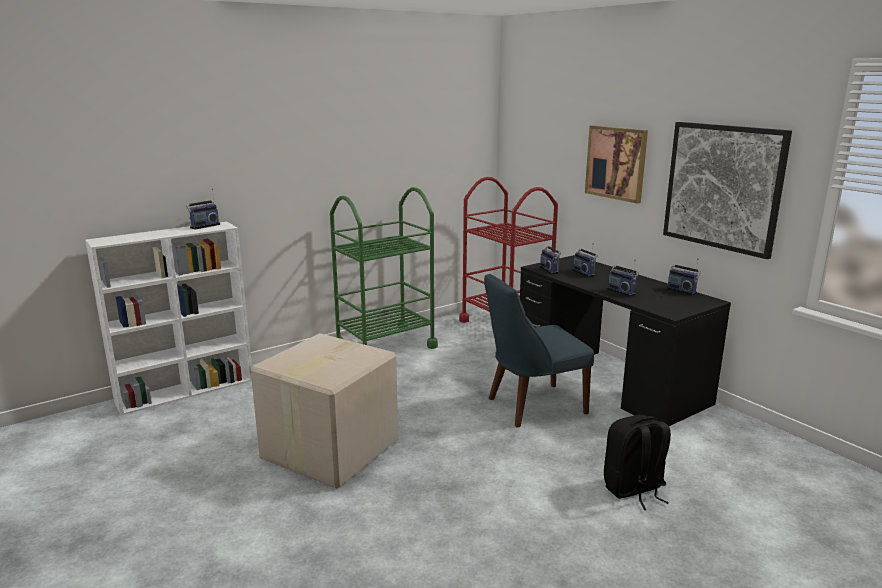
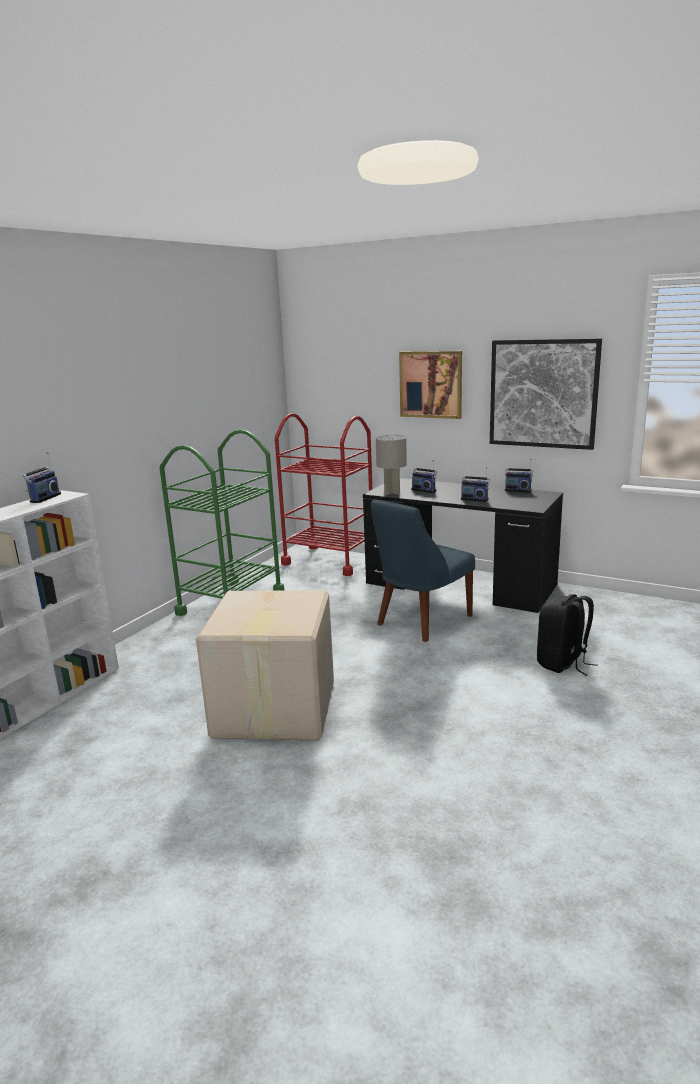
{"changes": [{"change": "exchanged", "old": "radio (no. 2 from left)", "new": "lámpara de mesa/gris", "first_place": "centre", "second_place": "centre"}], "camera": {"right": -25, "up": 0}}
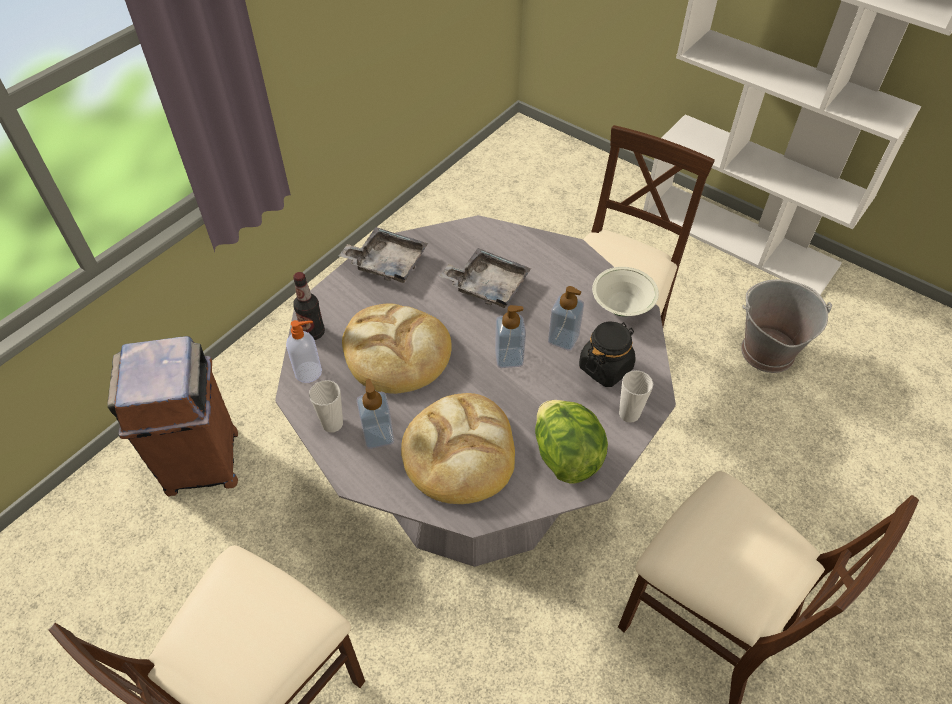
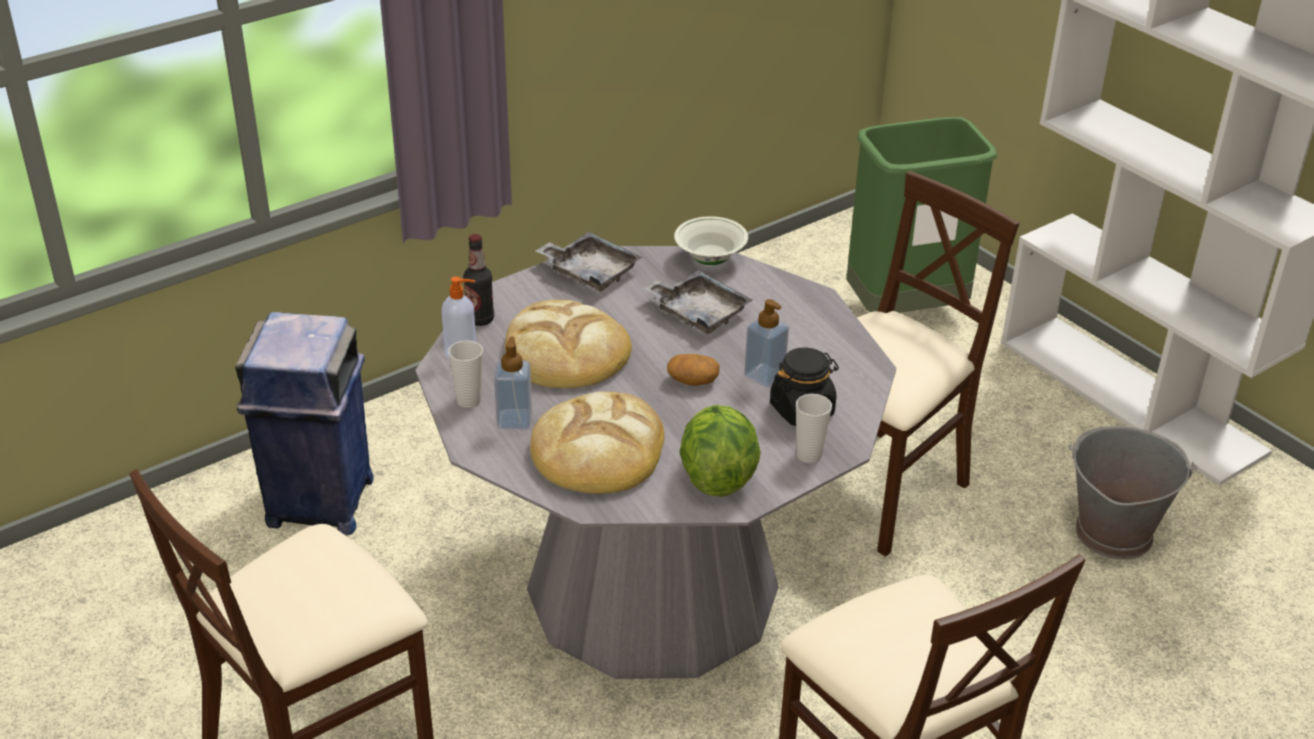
{"changes": [{"change": "colour", "old": "papelera/marrón", "new": "papelera/azul", "first_place": "middle left", "second_place": "middle left"}, {"change": "exchanged", "old": "dispensador de jabón (no. 3 from left)", "new": "patata", "first_place": "centre", "second_place": "centre"}, {"change": "relocated", "old": "cuenco/blanco", "first_place": "centre", "second_place": "top centre"}, {"change": "appeared", "new": "papelera/verde", "second_place": "top right"}], "camera": {"right": 15, "up": -15}}
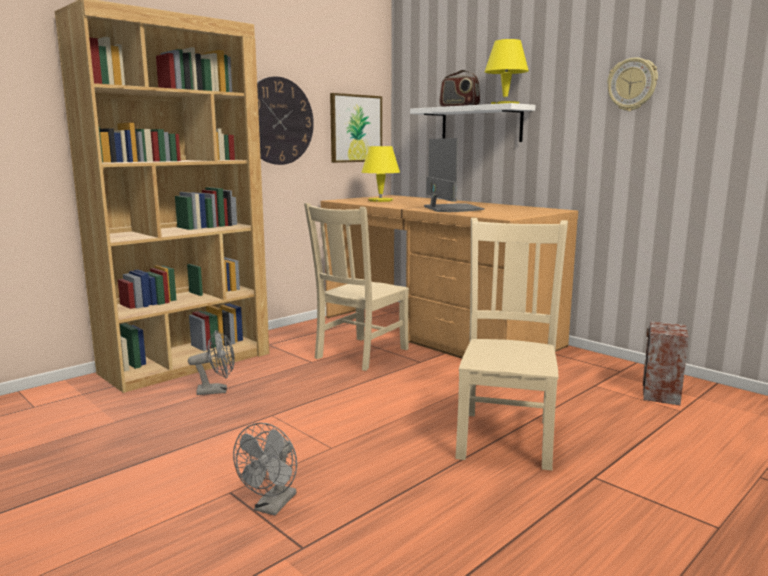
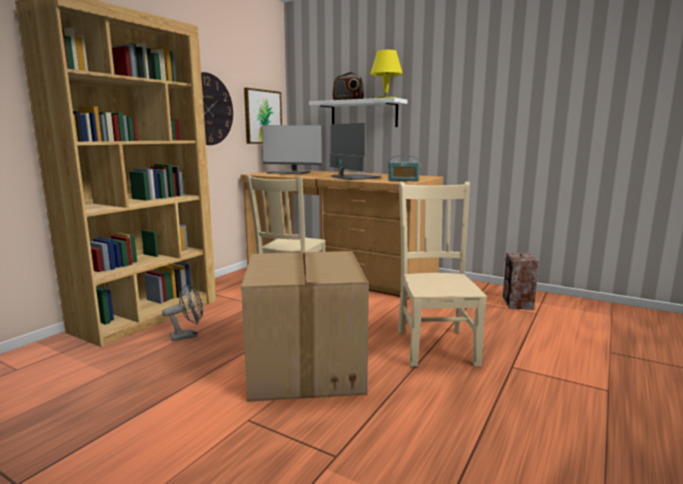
{"changes": [{"change": "appeared", "new": "caja de cartón", "second_place": "bottom centre"}, {"change": "exchanged", "old": "lámpara de mesa/amarillo (no. 1 from left)", "new": "monitor (no. 1 from left)", "first_place": "top centre", "second_place": "top centre"}, {"change": "appeared", "new": "radio (no. 2 from left)", "second_place": "centre"}, {"change": "missing", "old": "ventilador/gris (no. 2 from left)", "first_place": "bottom centre"}, {"change": "missing", "old": "reloj de pared (no. 2 from left)", "first_place": "top right"}], "camera": {"right": -15, "up": 0}}
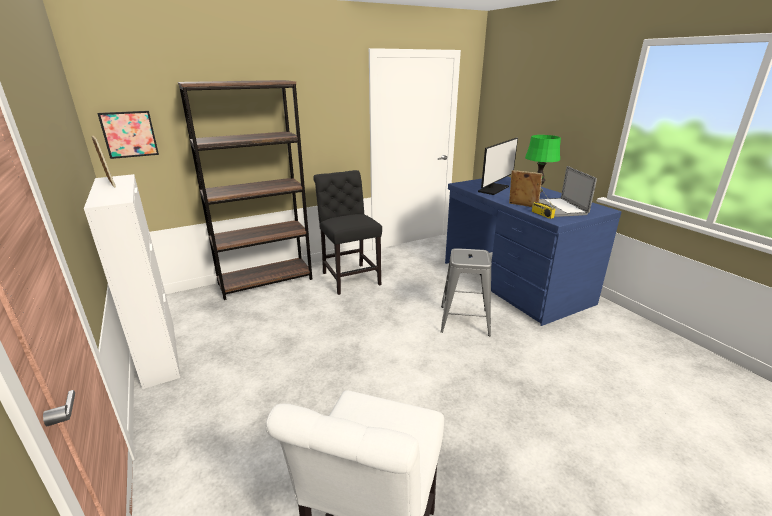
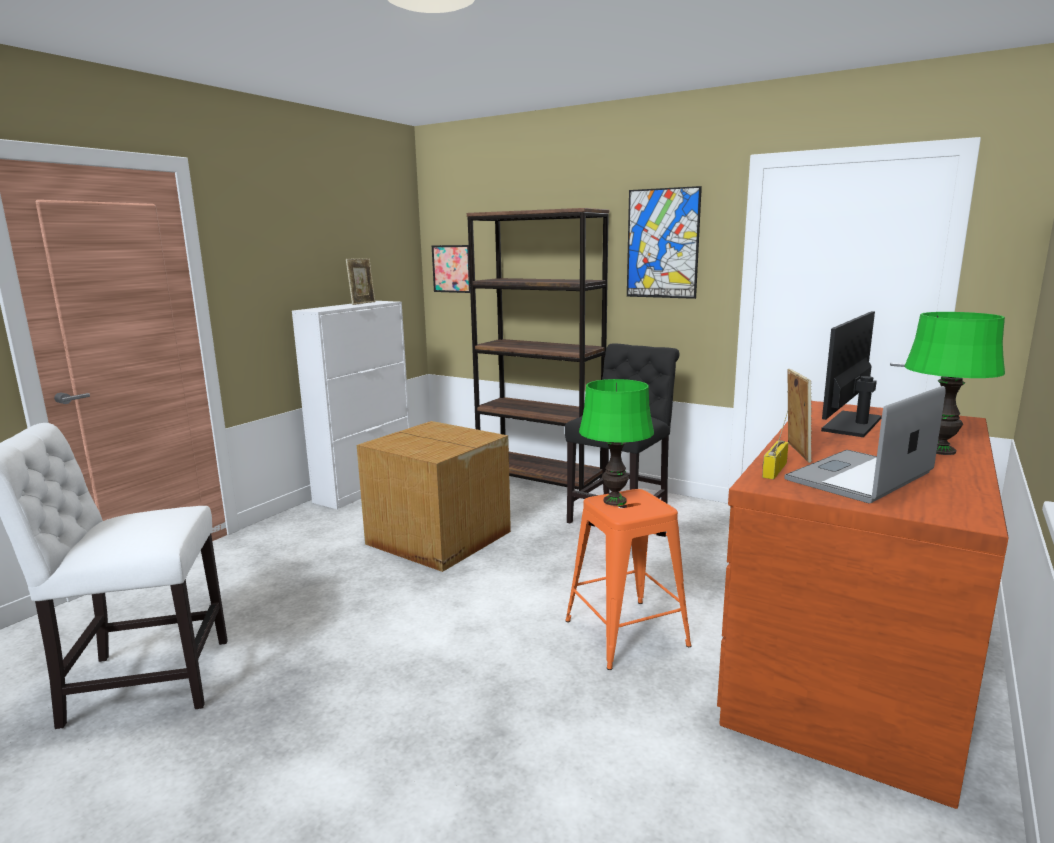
{"changes": [{"change": "appeared", "new": "caja de cartón", "second_place": "centre"}, {"change": "colour", "old": "taburete/gris", "new": "taburete/naranja", "first_place": "centre", "second_place": "bottom centre"}, {"change": "appeared", "new": "lámpara de mesa/verde (no. 1 from left)", "second_place": "centre"}, {"change": "appeared", "new": "cuadro (no. 2 from left)", "second_place": "top centre"}, {"change": "colour", "old": "escritorio/azul", "new": "escritorio/marrón", "first_place": "middle right", "second_place": "bottom right"}, {"change": "spun", "old": "monitor", "first_place": "top centre", "second_place": "middle right", "degrees": 120}], "camera": {"right": 60, "up": -10}}
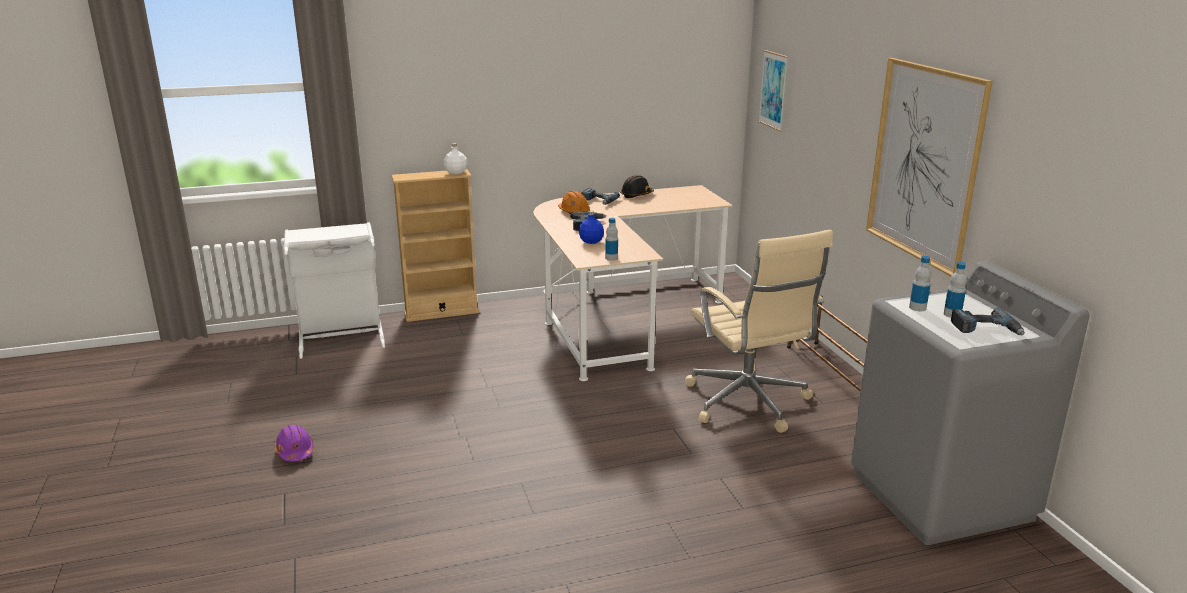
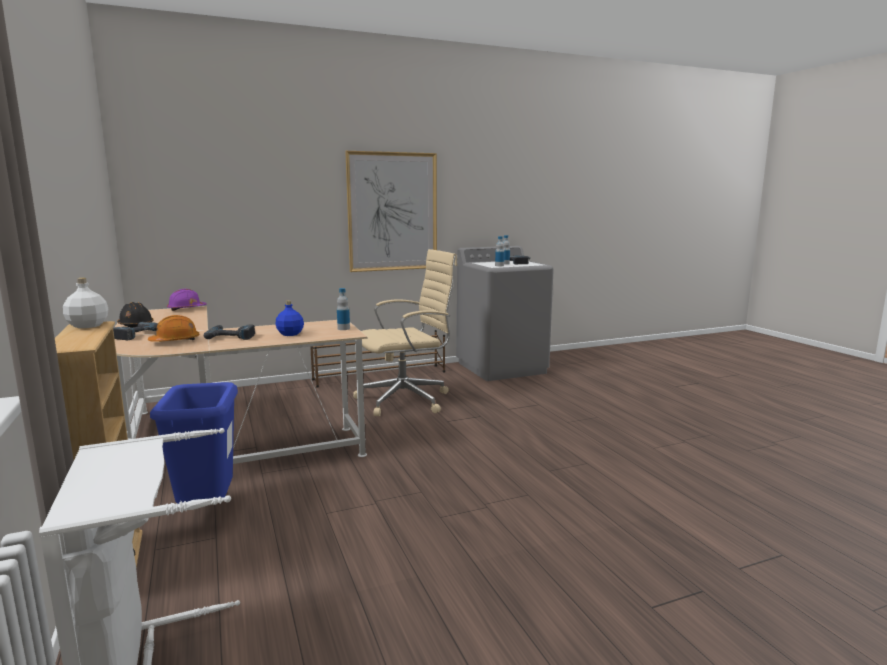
{"changes": [{"change": "appeared", "new": "papelera/azul", "second_place": "middle left"}, {"change": "relocated", "old": "casco/morado", "first_place": "bottom left", "second_place": "middle left"}, {"change": "missing", "old": "cuadro (no. 1 from left)", "first_place": "top centre"}], "camera": {"right": -95, "up": -10}}
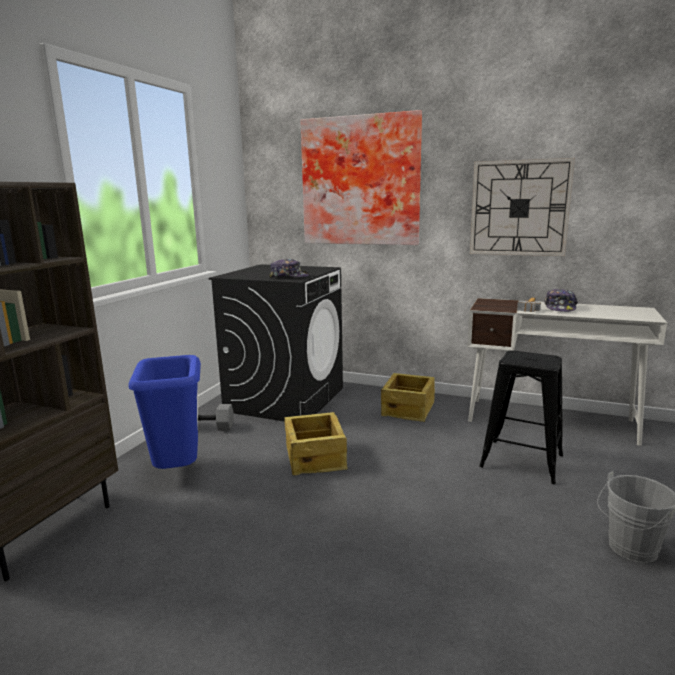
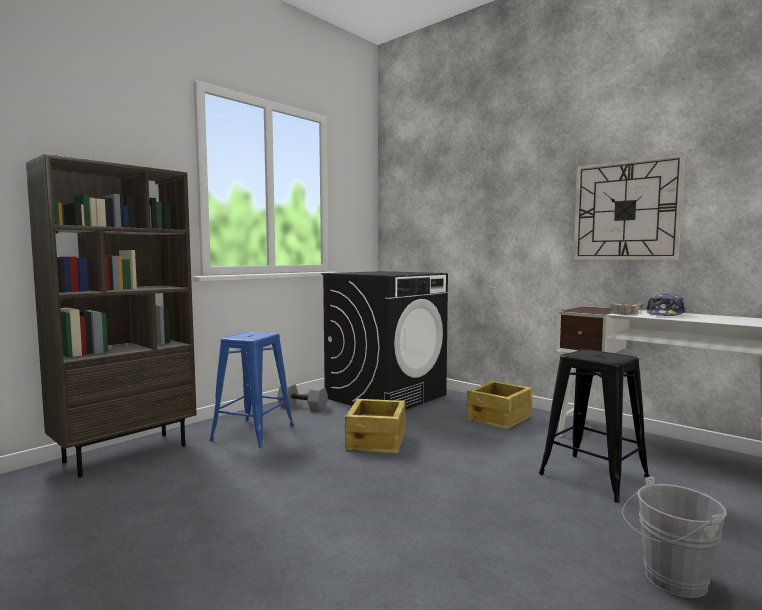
{"changes": [{"change": "exchanged", "old": "papelera/azul", "new": "taburete/azul", "first_place": "middle left", "second_place": "middle left"}, {"change": "missing", "old": "gorra (no. 1 from left)", "first_place": "centre"}, {"change": "missing", "old": "cuadro", "first_place": "top centre"}], "camera": {"right": 20, "up": -10}}
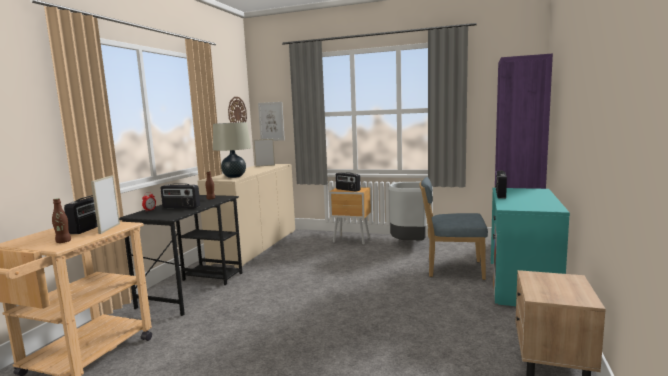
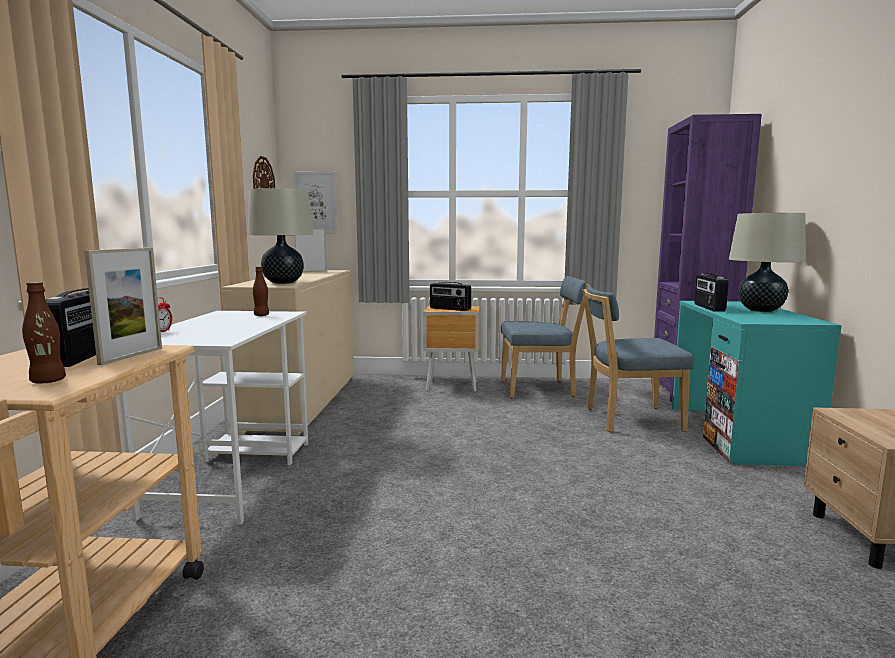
{"changes": [{"change": "spun", "old": "portarretratos (no. 1 from left)", "first_place": "middle left", "second_place": "middle left", "degrees": -150}, {"change": "colour", "old": "escritorio/negro", "new": "escritorio/blanco", "first_place": "bottom left", "second_place": "middle left"}, {"change": "exchanged", "old": "papelera/gris", "new": "silla/azul (no. 1 from left)", "first_place": "centre", "second_place": "centre"}, {"change": "appeared", "new": "lámpara de mesa/beis (no. 2 from left)", "second_place": "middle right"}, {"change": "missing", "old": "radio (no. 2 from left)", "first_place": "middle left"}], "camera": {"right": -15, "up": 0}}
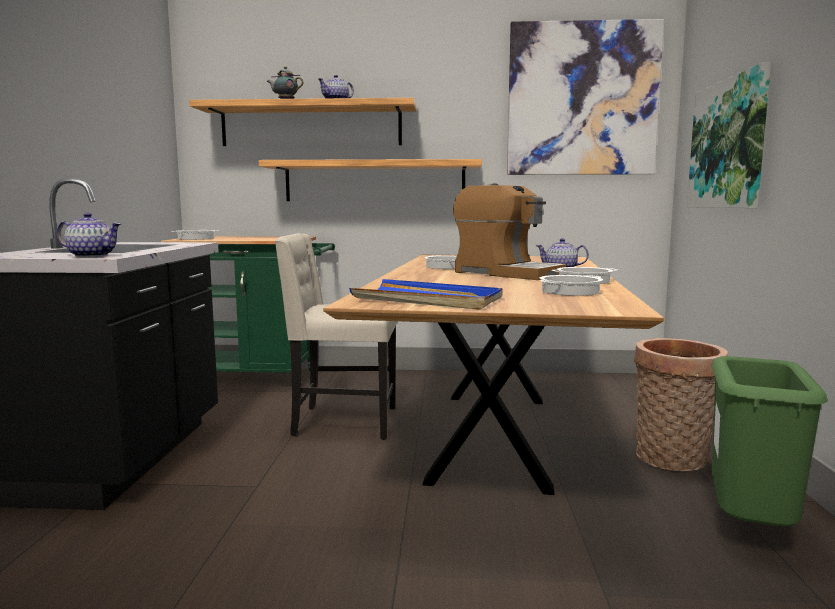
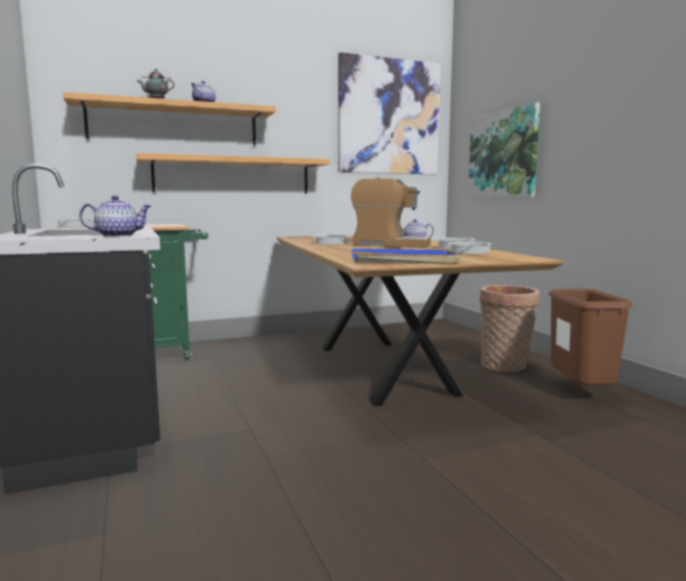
{"changes": [{"change": "colour", "old": "papelera/verde", "new": "papelera/marrón", "first_place": "bottom right", "second_place": "middle right"}, {"change": "missing", "old": "silla/beis", "first_place": "centre"}], "camera": {"right": -25, "up": 0}}
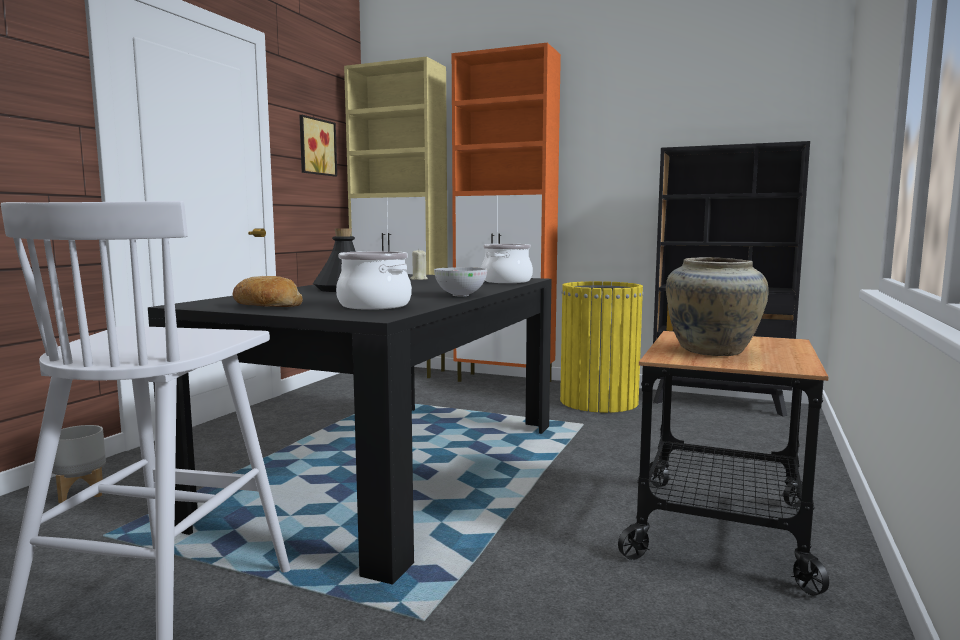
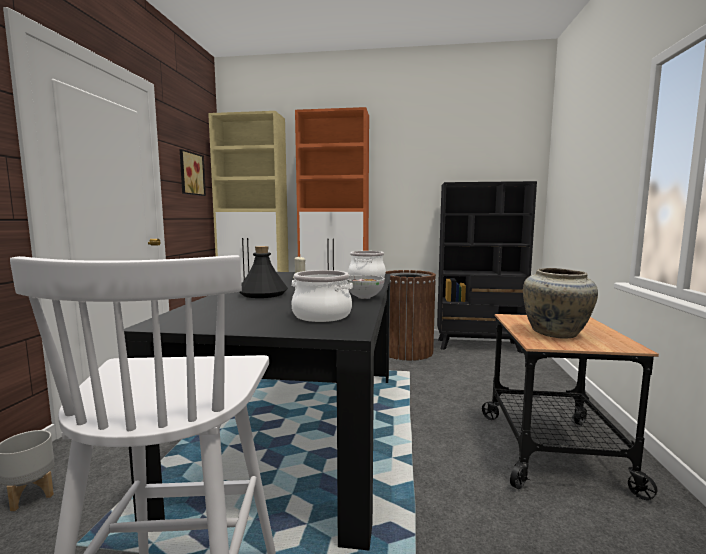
{"changes": [{"change": "colour", "old": "papelera/amarillo", "new": "papelera/marrón", "first_place": "centre", "second_place": "centre"}, {"change": "missing", "old": "pan", "first_place": "middle left"}], "camera": {"right": -15, "up": 0}}
